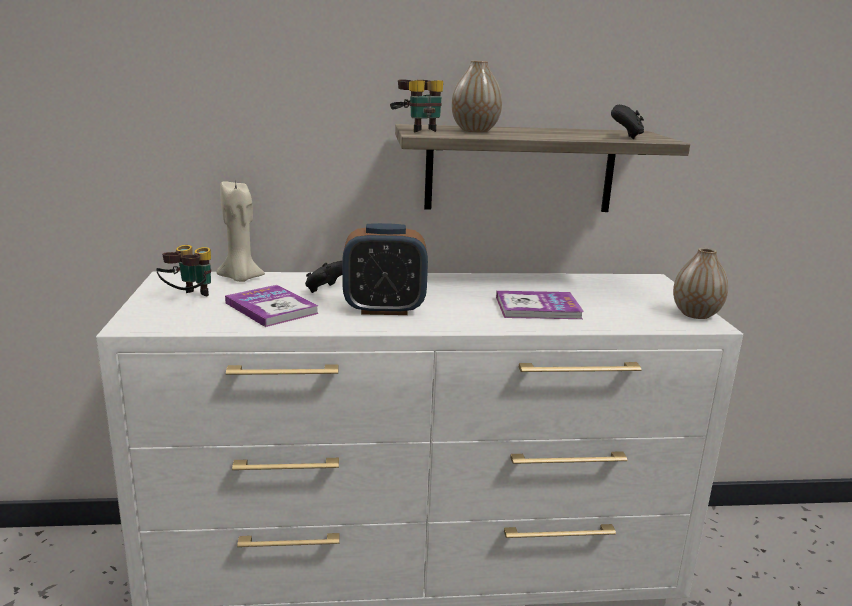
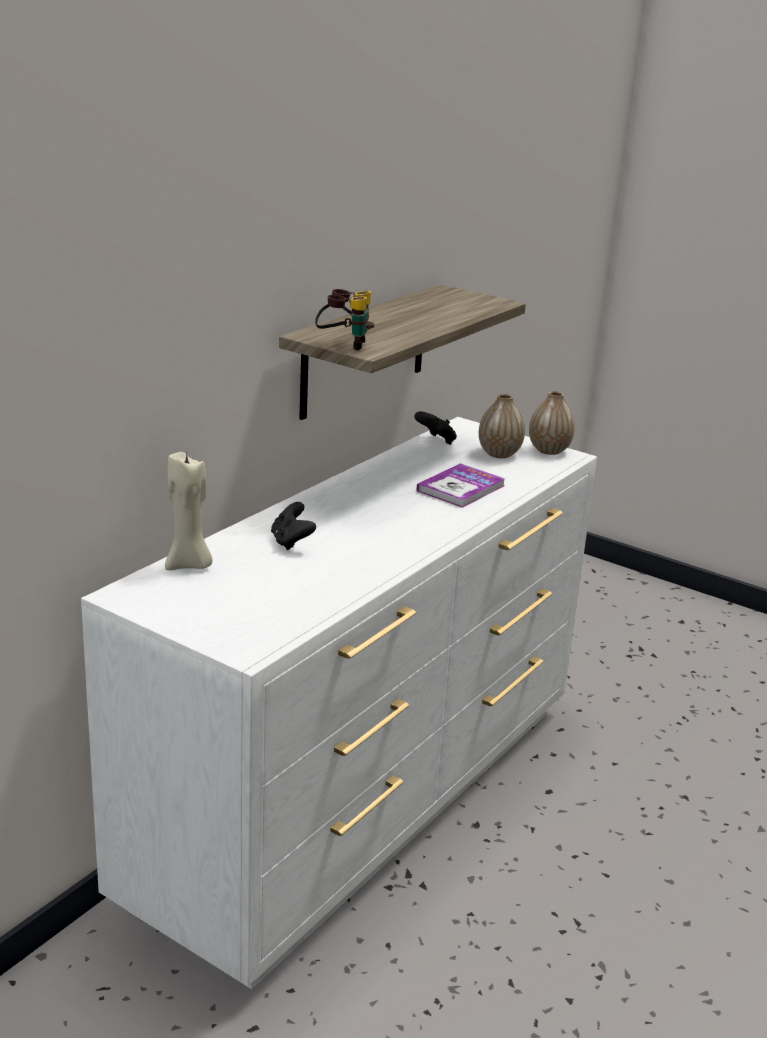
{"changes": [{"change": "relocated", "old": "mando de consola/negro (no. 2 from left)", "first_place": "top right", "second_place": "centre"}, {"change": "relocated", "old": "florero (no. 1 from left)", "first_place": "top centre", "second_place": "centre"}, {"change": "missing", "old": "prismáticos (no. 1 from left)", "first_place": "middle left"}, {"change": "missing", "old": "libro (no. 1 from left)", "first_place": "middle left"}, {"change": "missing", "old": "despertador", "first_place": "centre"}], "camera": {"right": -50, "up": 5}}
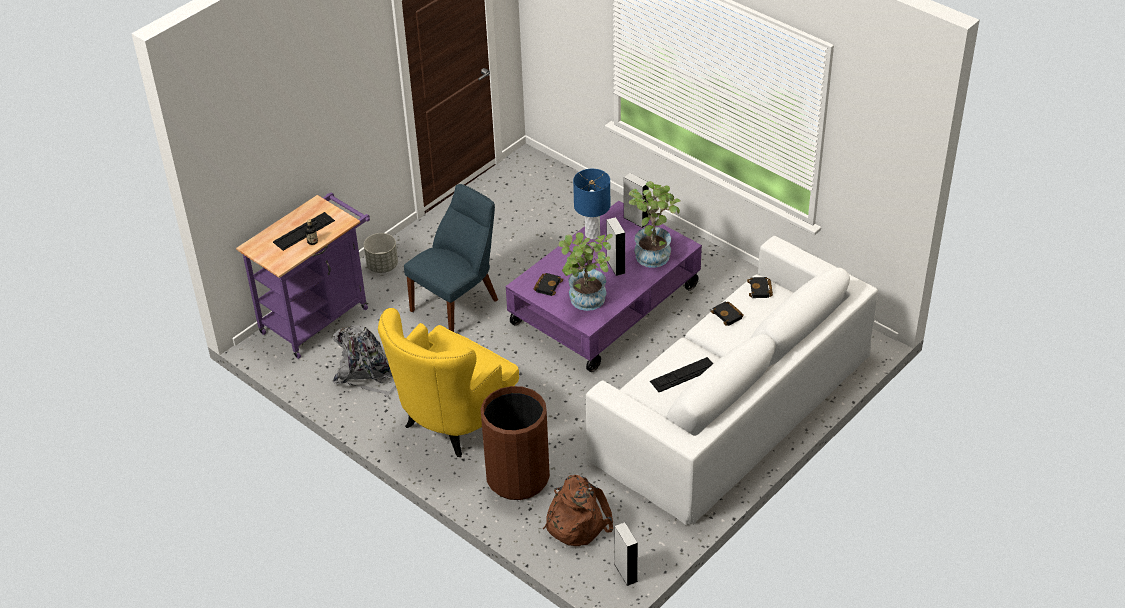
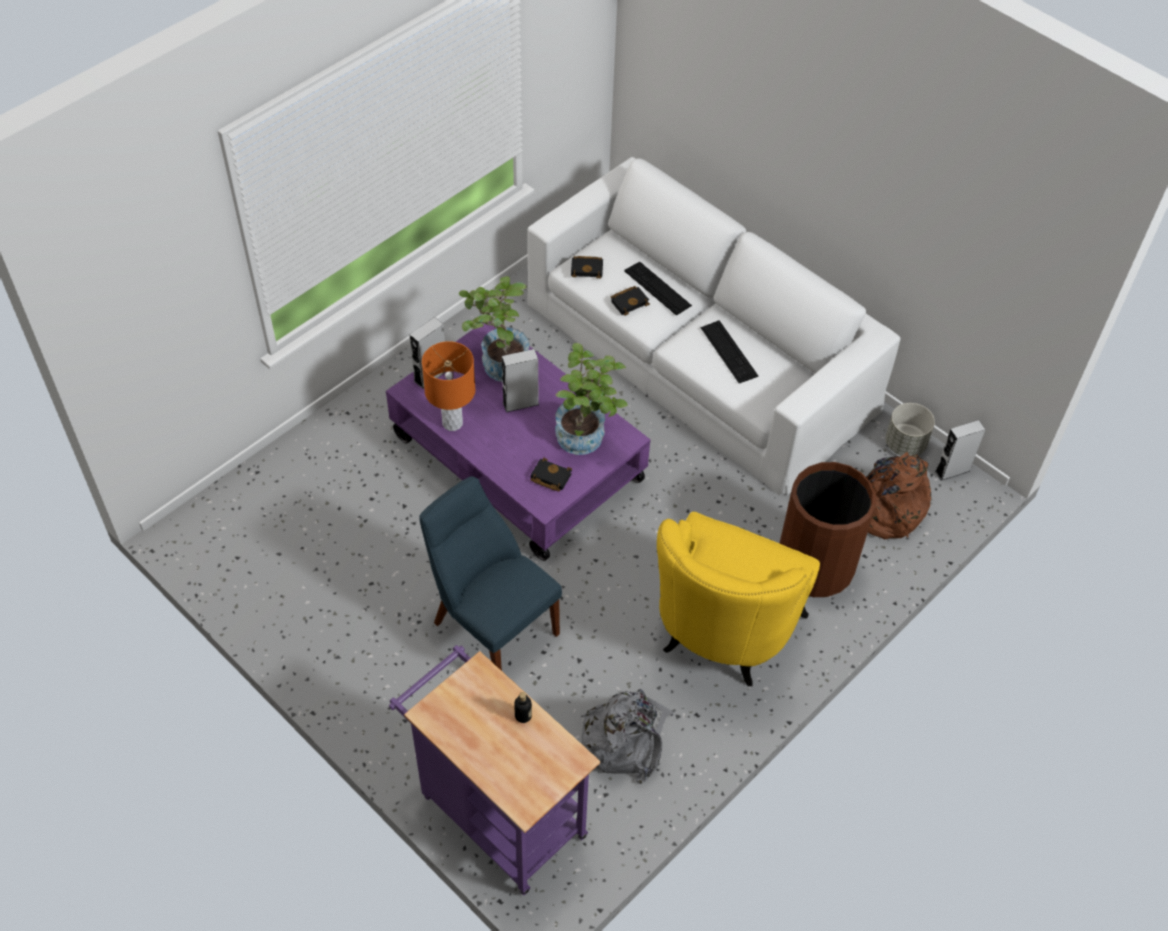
{"changes": [{"change": "colour", "old": "lámpara de mesa/azul", "new": "lámpara de mesa/naranja", "first_place": "centre", "second_place": "centre"}, {"change": "relocated", "old": "teclado (no. 1 from left)", "first_place": "middle left", "second_place": "top centre"}, {"change": "spun", "old": "sillón/amarillo", "first_place": "centre", "second_place": "centre", "degrees": 75}, {"change": "relocated", "old": "maceta/gris", "first_place": "centre", "second_place": "middle right"}], "camera": {"right": -90, "up": 10}}
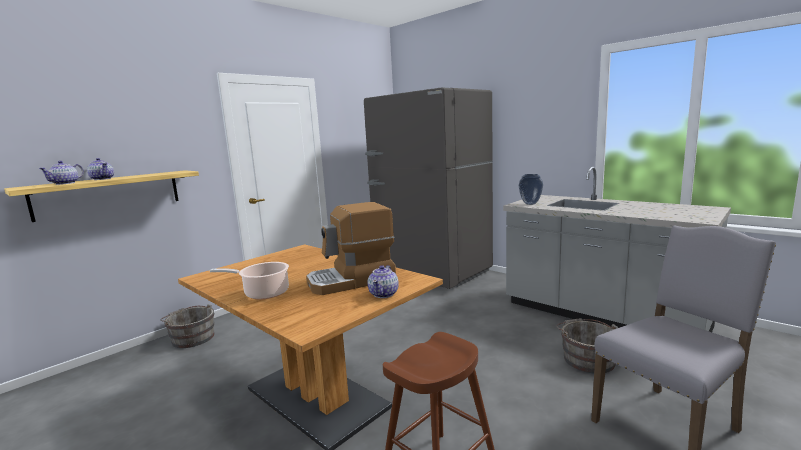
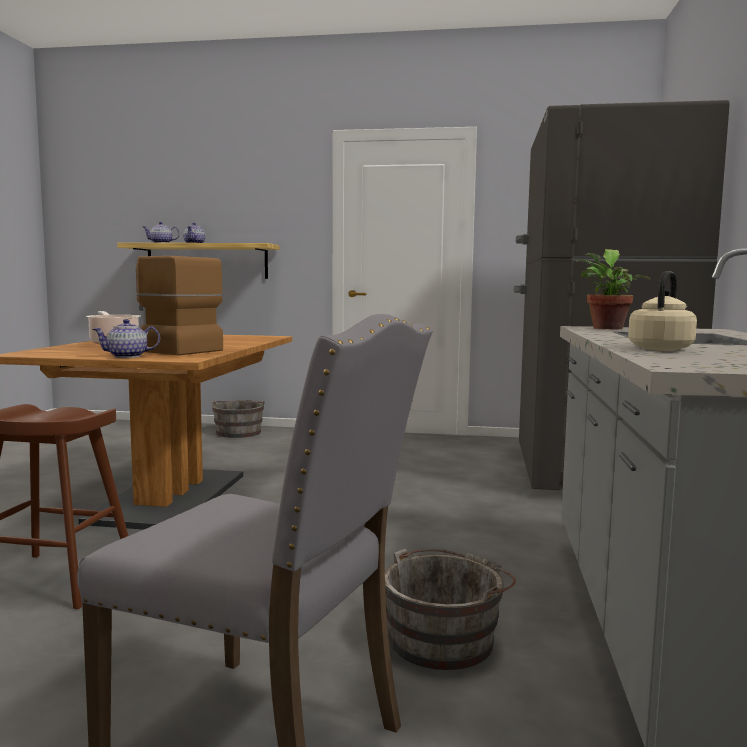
{"changes": [{"change": "exchanged", "old": "florero", "new": "planta en maceta", "first_place": "centre", "second_place": "middle right"}, {"change": "appeared", "new": "hervidor/beis", "second_place": "middle right"}], "camera": {"right": 55, "up": -5}}
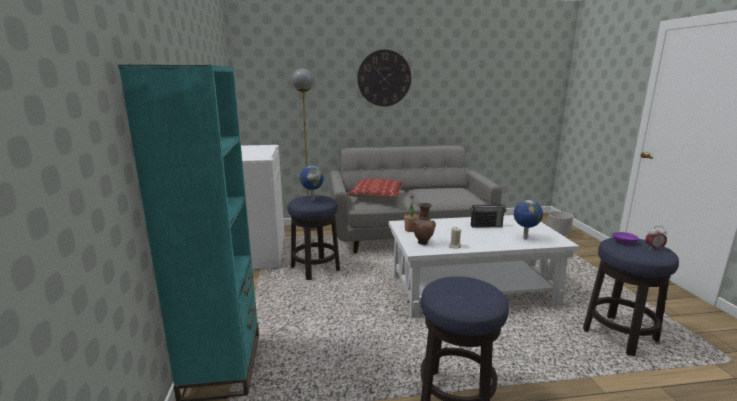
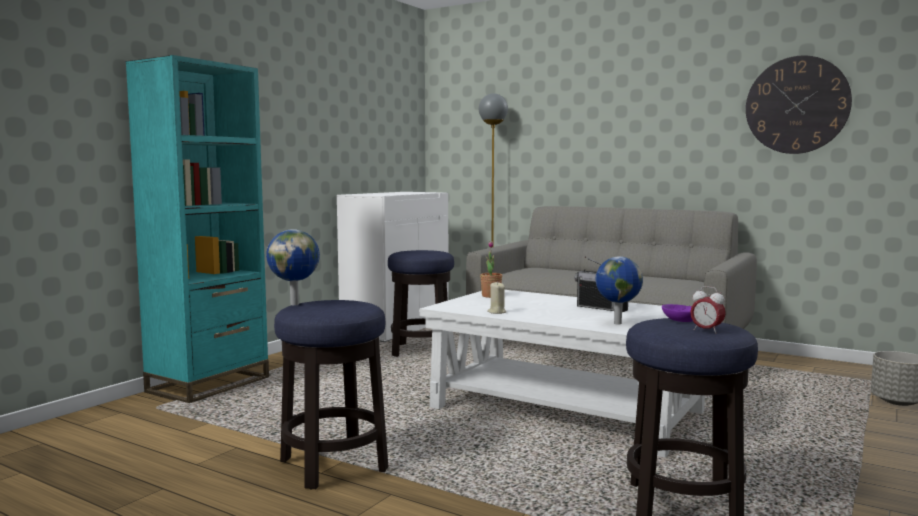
{"changes": [{"change": "relocated", "old": "globo terráqueo (no. 1 from left)", "first_place": "centre", "second_place": "middle left"}, {"change": "relocated", "old": "reloj de pared", "first_place": "top centre", "second_place": "top right"}, {"change": "missing", "old": "cojín", "first_place": "centre"}, {"change": "missing", "old": "florero/marrón", "first_place": "centre"}], "camera": {"right": 40, "up": -10}}
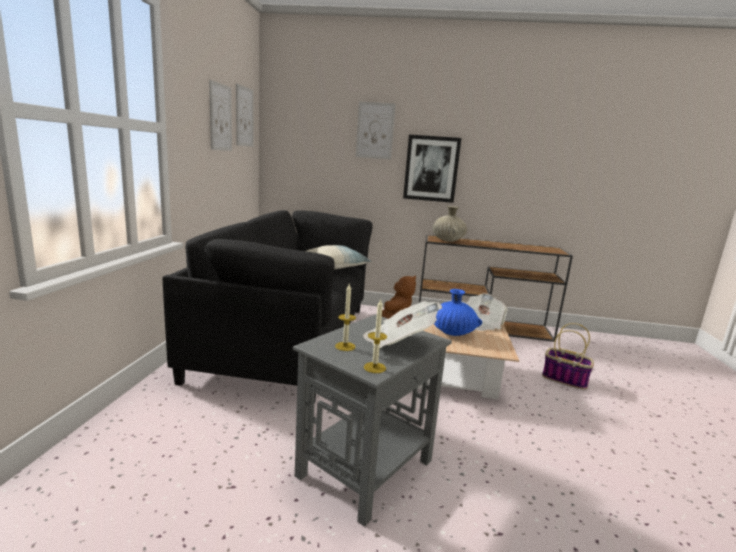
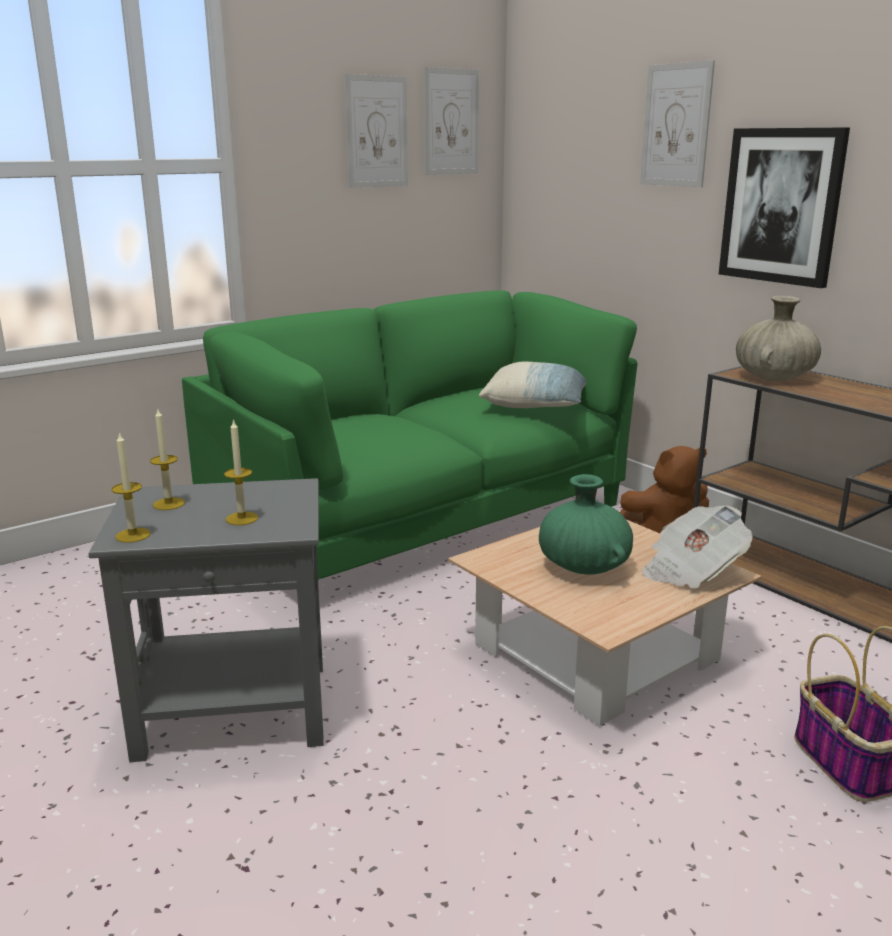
{"changes": [{"change": "colour", "old": "sofá/negro", "new": "sofá/verde", "first_place": "centre", "second_place": "centre"}, {"change": "exchanged", "old": "periódico (no. 1 from left)", "new": "vela (no. 3 from left)", "first_place": "centre", "second_place": "middle left"}, {"change": "colour", "old": "florero/azul", "new": "florero/verde", "first_place": "centre", "second_place": "centre"}], "camera": {"right": 45, "up": 5}}
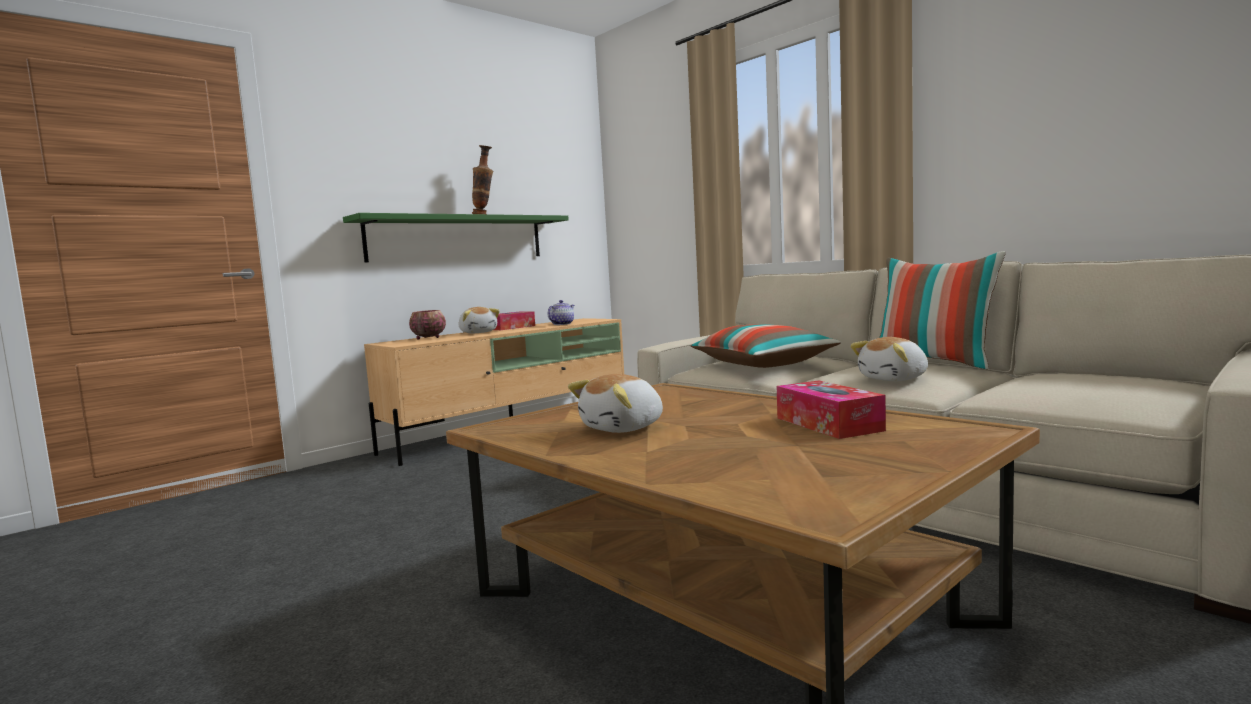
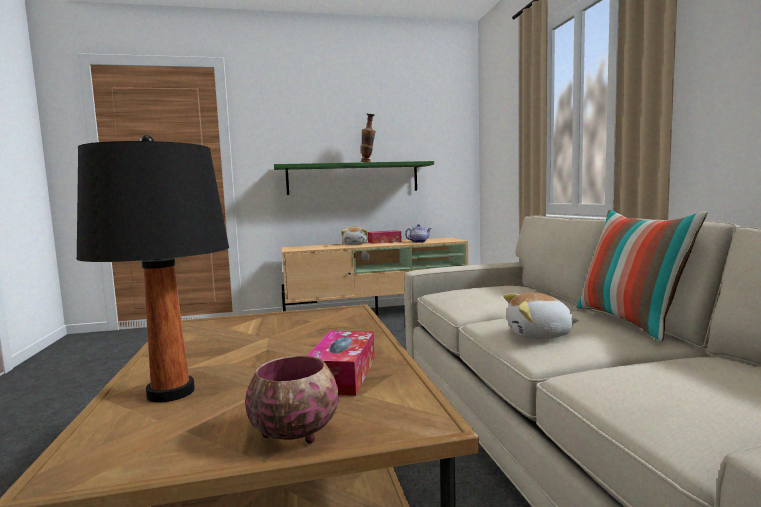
{"changes": [{"change": "appeared", "new": "lámpara de mesa/negro", "second_place": "middle left"}, {"change": "relocated", "old": "cuenco", "first_place": "centre", "second_place": "bottom centre"}, {"change": "missing", "old": "peluche (no. 2 from left)", "first_place": "centre"}, {"change": "missing", "old": "cojín (no. 1 from left)", "first_place": "centre"}], "camera": {"right": 30, "up": 0}}
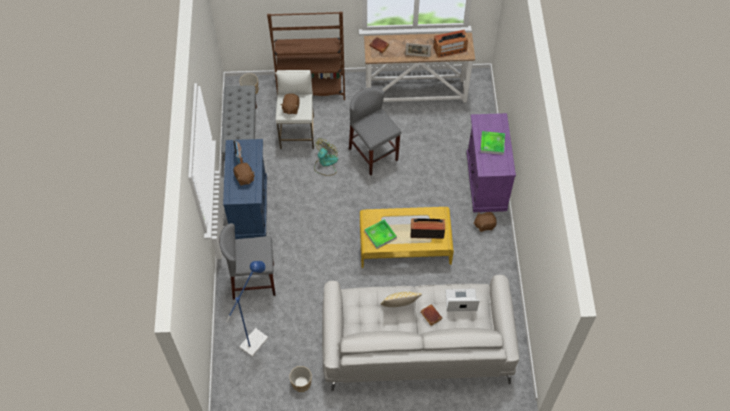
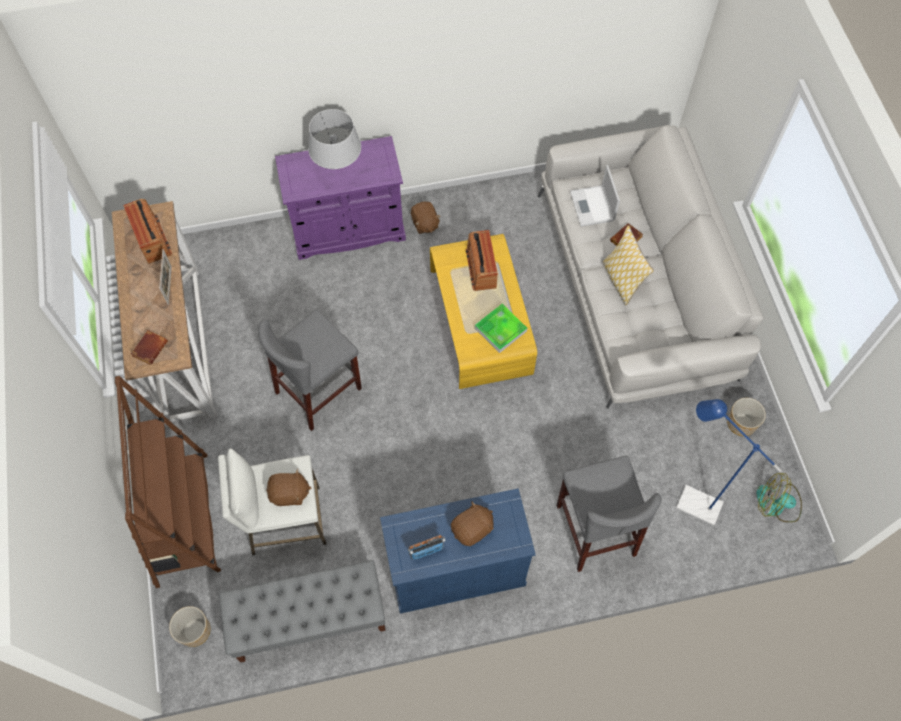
{"changes": [{"change": "exchanged", "old": "bandeja (no. 2 from left)", "new": "lámpara de mesa/gris", "first_place": "middle right", "second_place": "top centre"}, {"change": "relocated", "old": "ventilador", "first_place": "centre", "second_place": "bottom right"}], "camera": {"right": -100, "up": 5}}
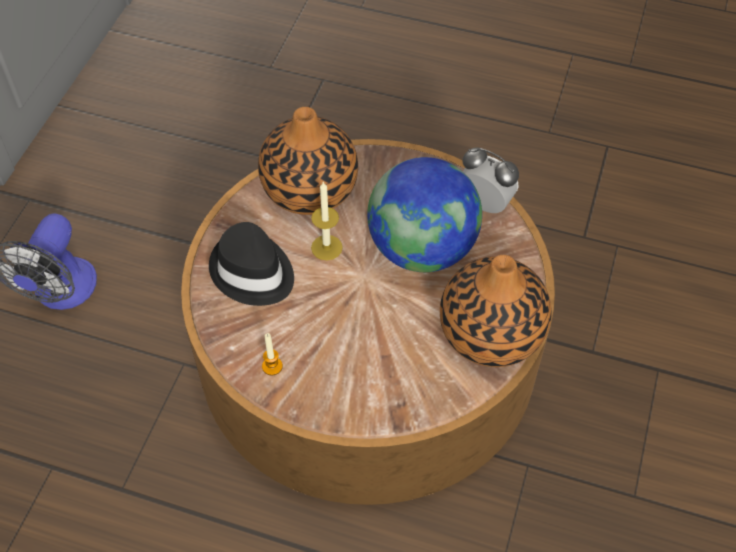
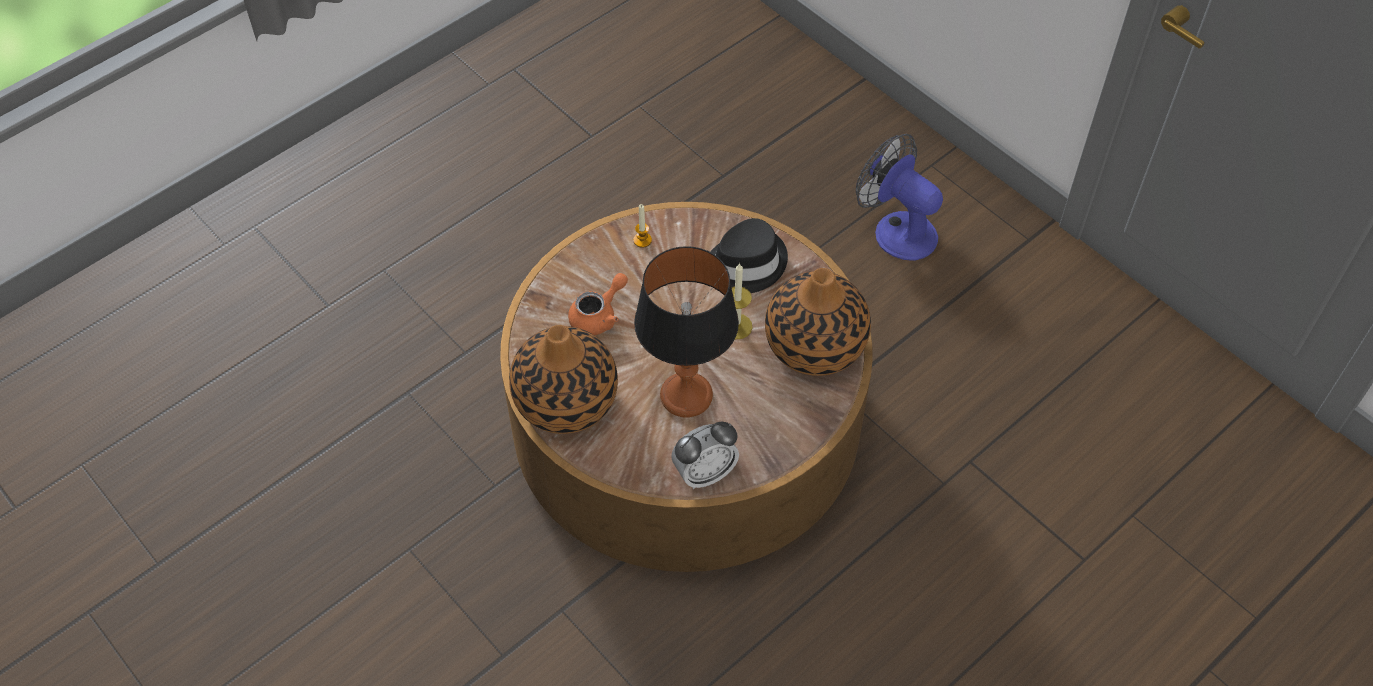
{"changes": [{"change": "appeared", "new": "tetera/naranja", "second_place": "centre"}, {"change": "exchanged", "old": "globo terráqueo", "new": "lámpara de mesa", "first_place": "centre", "second_place": "centre"}], "camera": {"right": 120, "up": 0}}
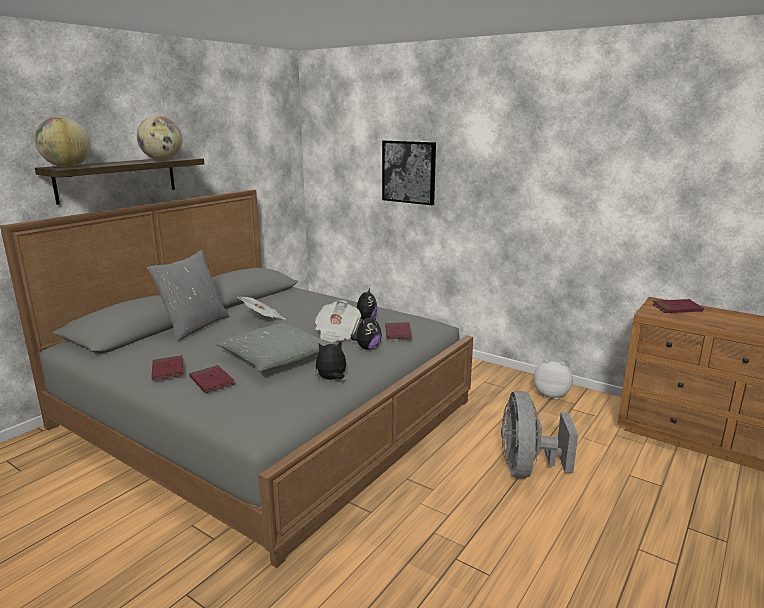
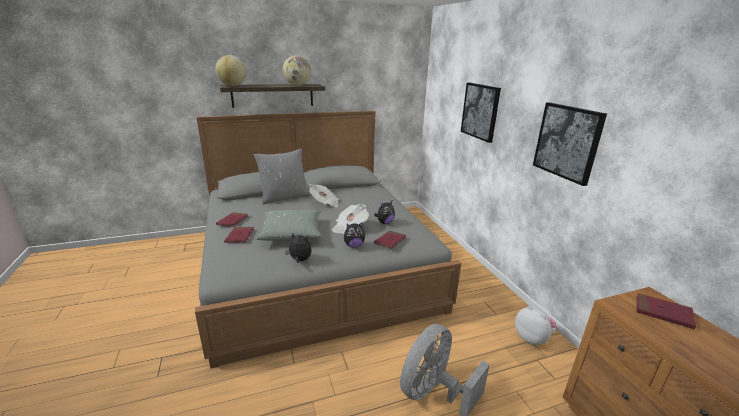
{"changes": [{"change": "appeared", "new": "cuadro (no. 2 from left)", "second_place": "middle right"}], "camera": {"right": 35, "up": 5}}
